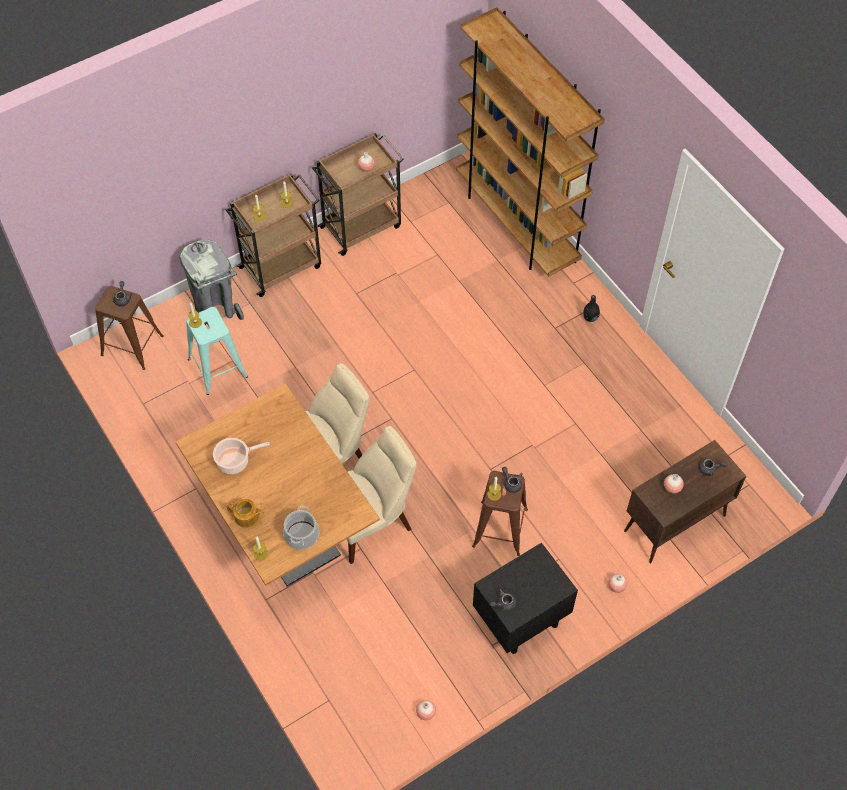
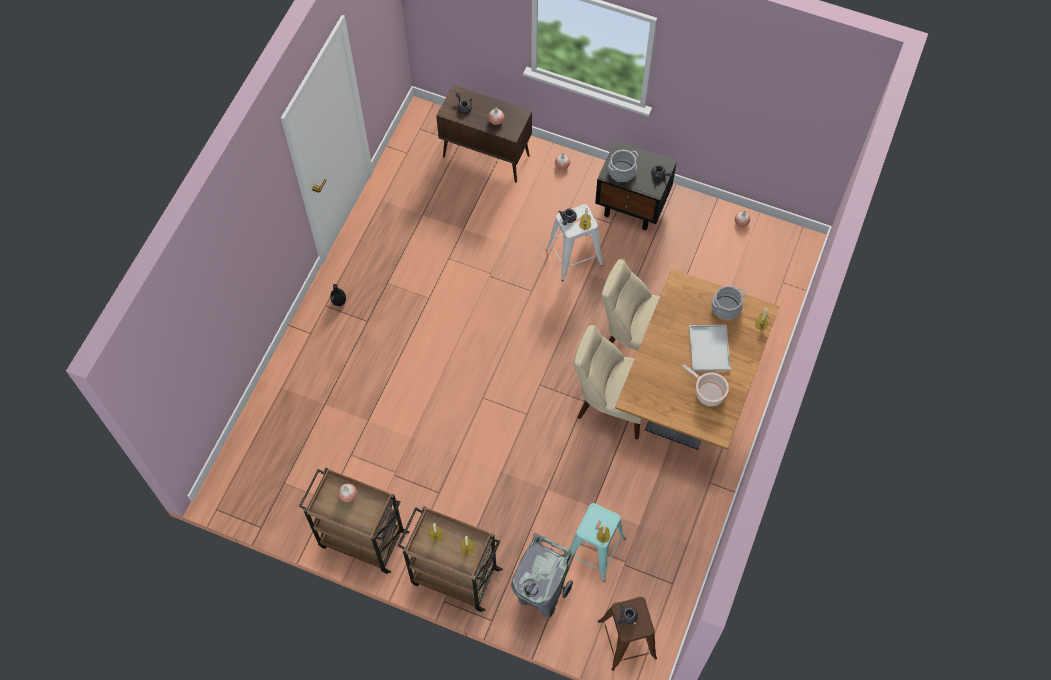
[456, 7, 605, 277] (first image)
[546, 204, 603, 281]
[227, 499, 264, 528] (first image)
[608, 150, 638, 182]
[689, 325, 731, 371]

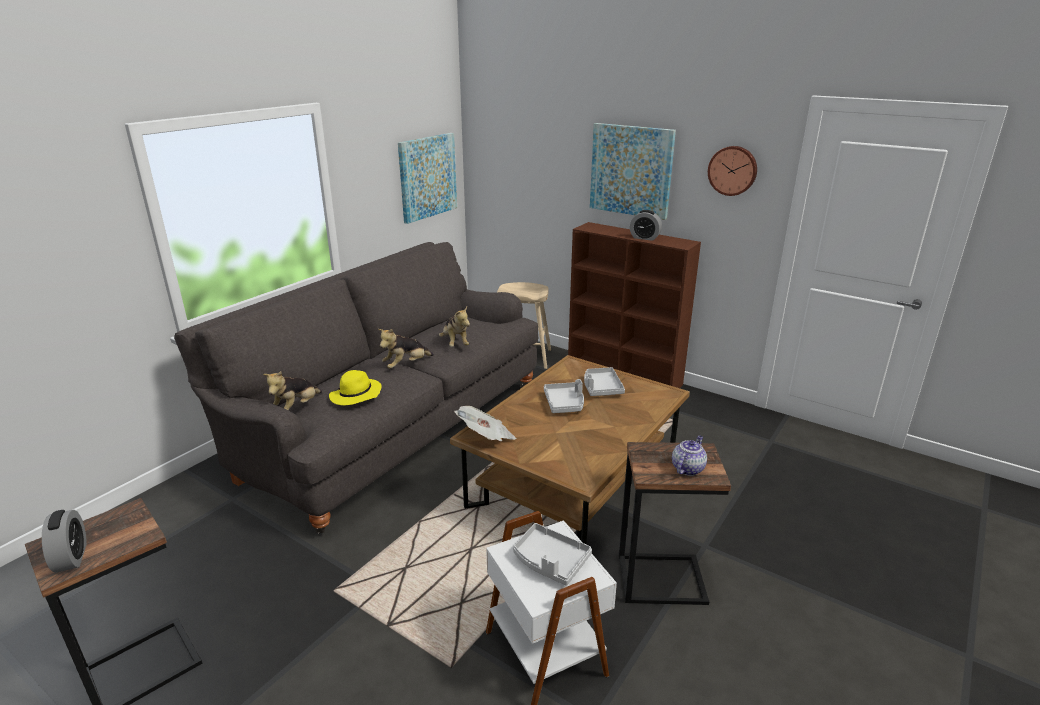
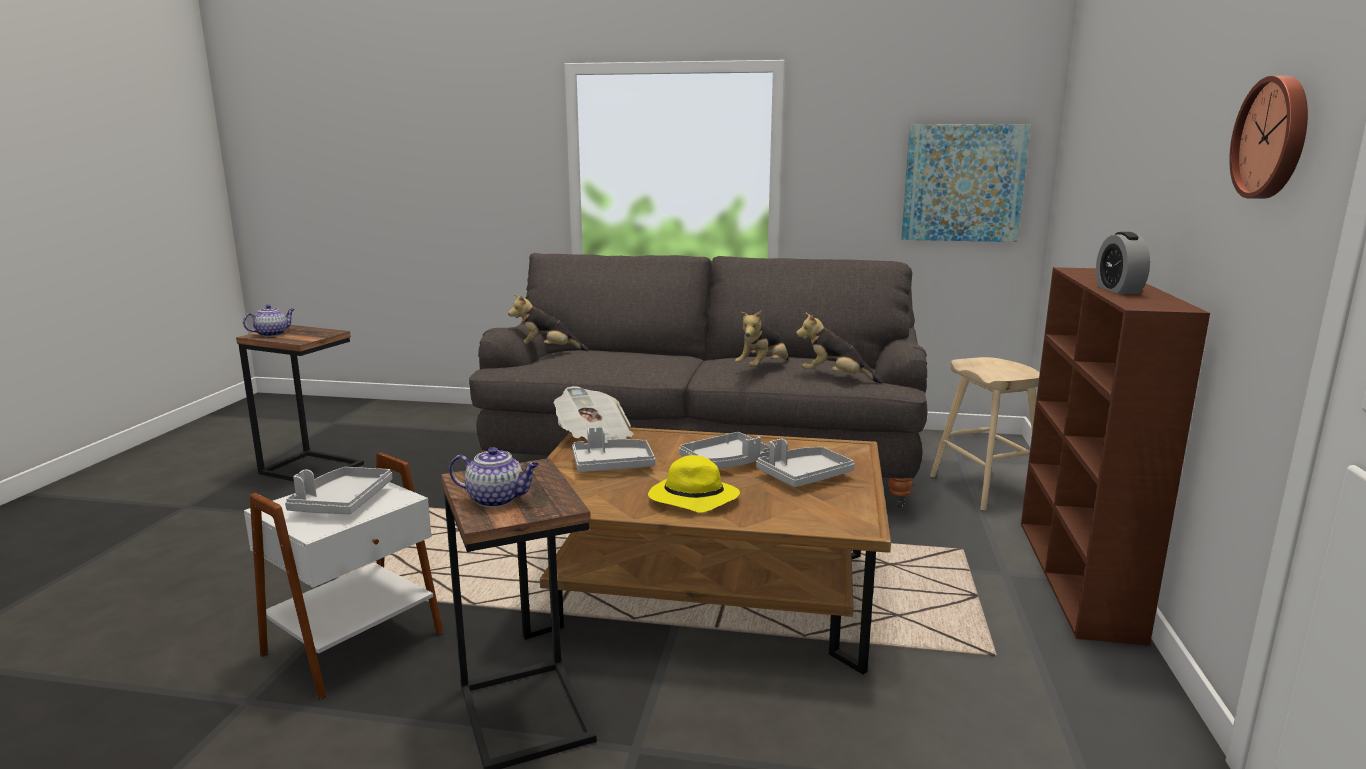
[590, 123, 676, 220] (first image)
[796, 312, 882, 383]
[648, 455, 740, 513]
[243, 305, 295, 337]
[572, 427, 655, 472]

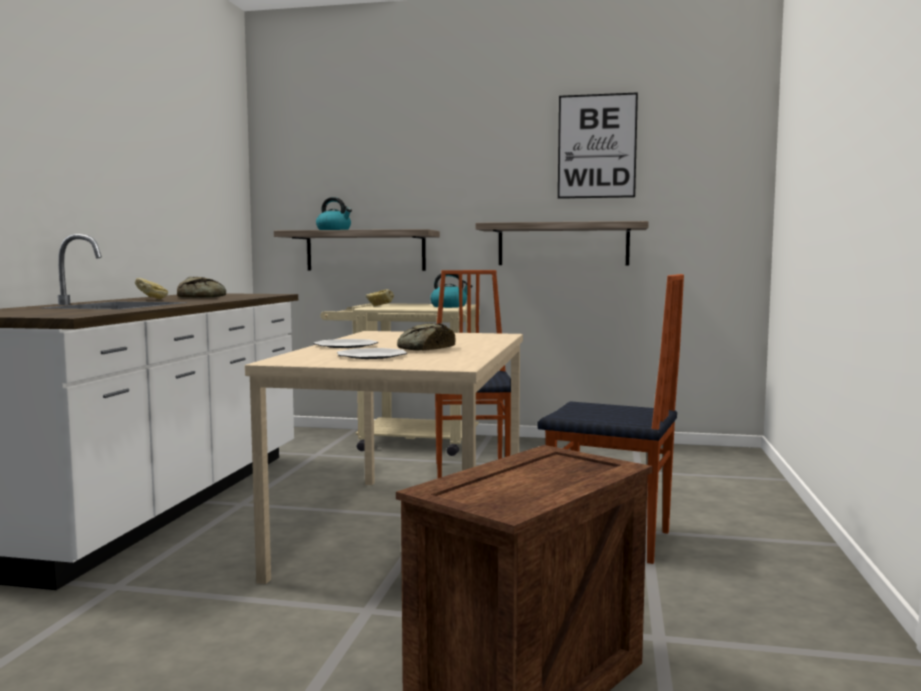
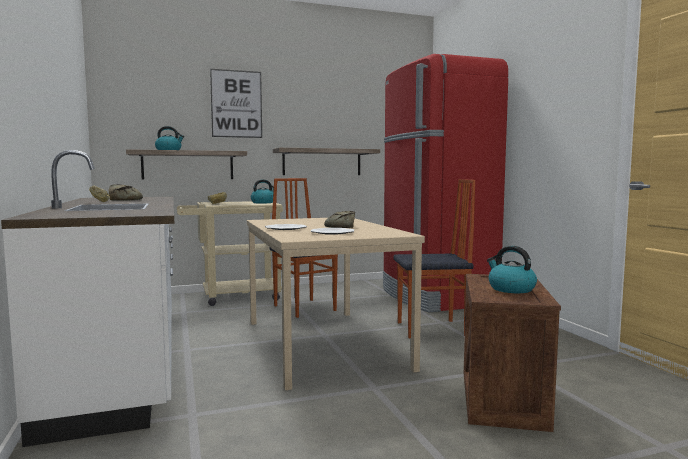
[210, 69, 262, 138]
[383, 54, 508, 312]
[487, 246, 537, 293]

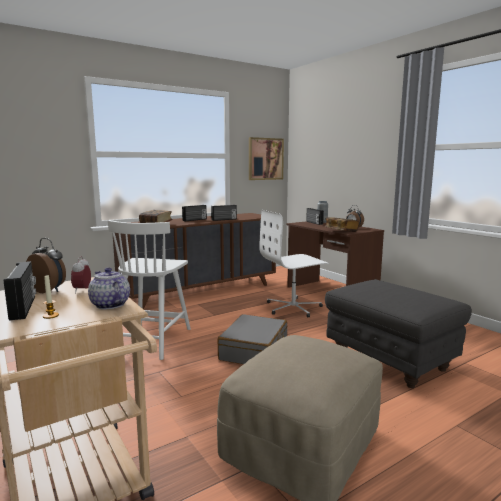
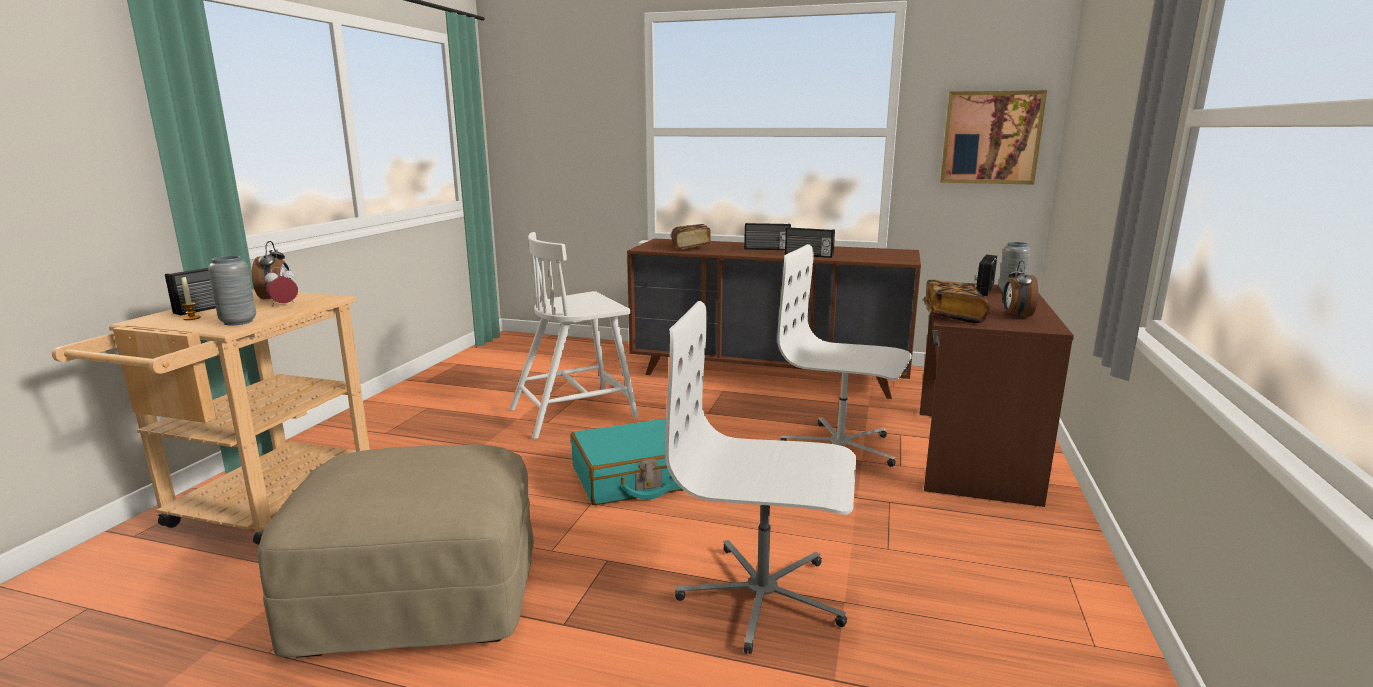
[208, 256, 256, 326]
[665, 301, 856, 654]
[571, 418, 683, 505]

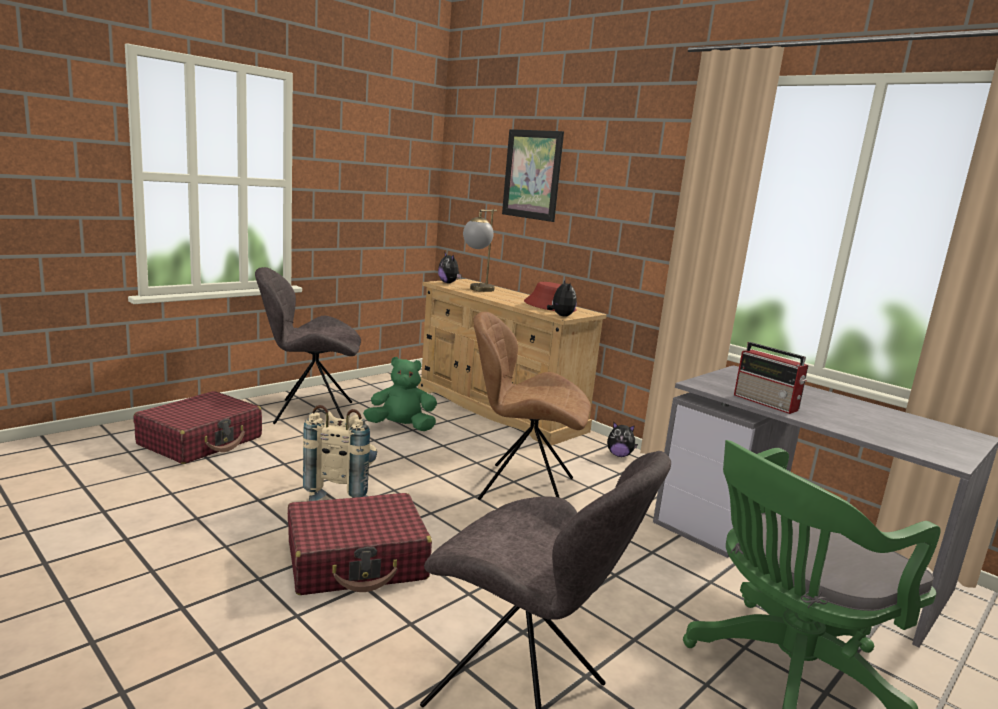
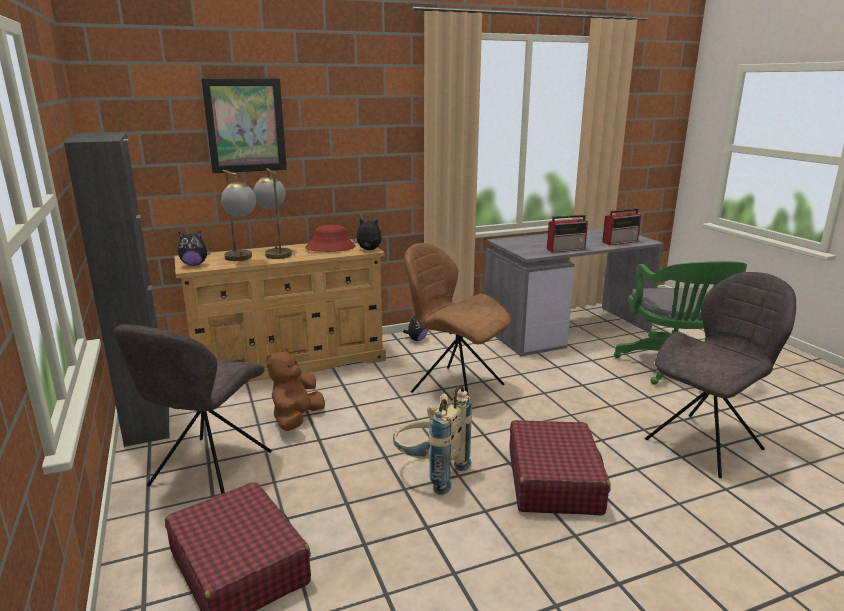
[404, 243, 511, 396]
[266, 347, 325, 431]
[64, 133, 170, 447]
[253, 168, 292, 259]
[602, 208, 641, 245]

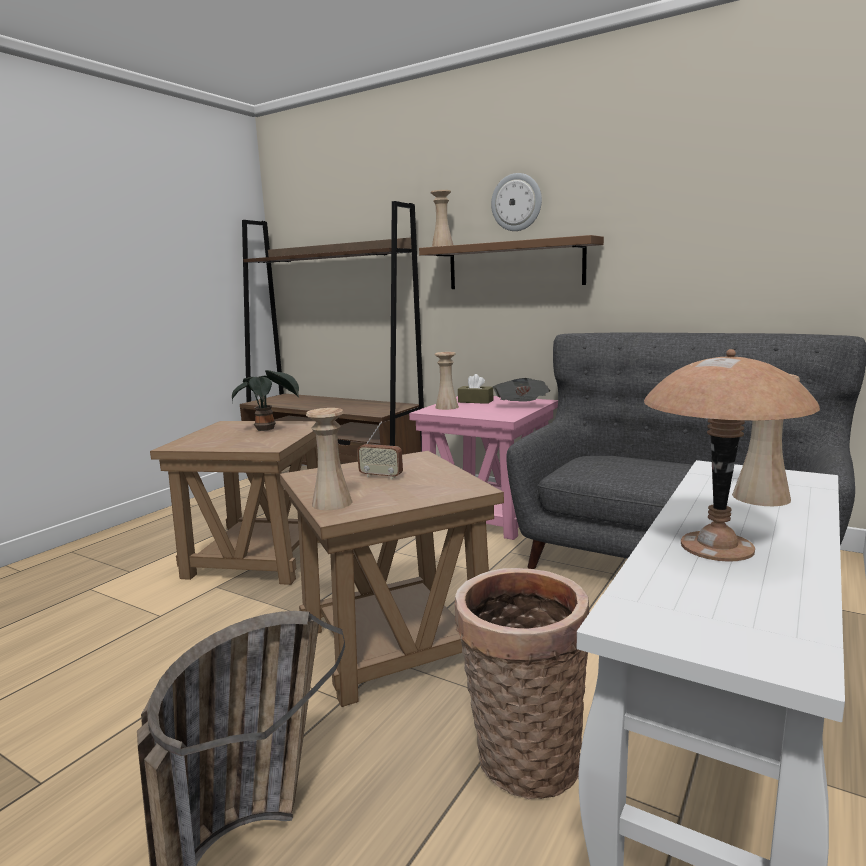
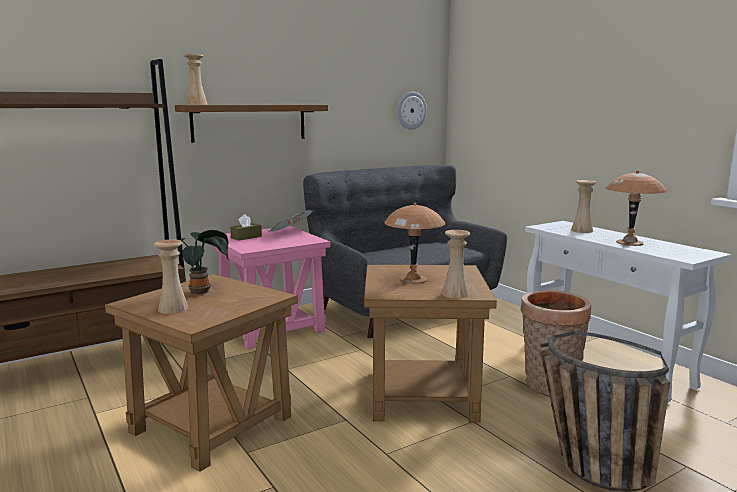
[397, 92, 427, 130]
[154, 240, 189, 314]
[384, 203, 445, 284]

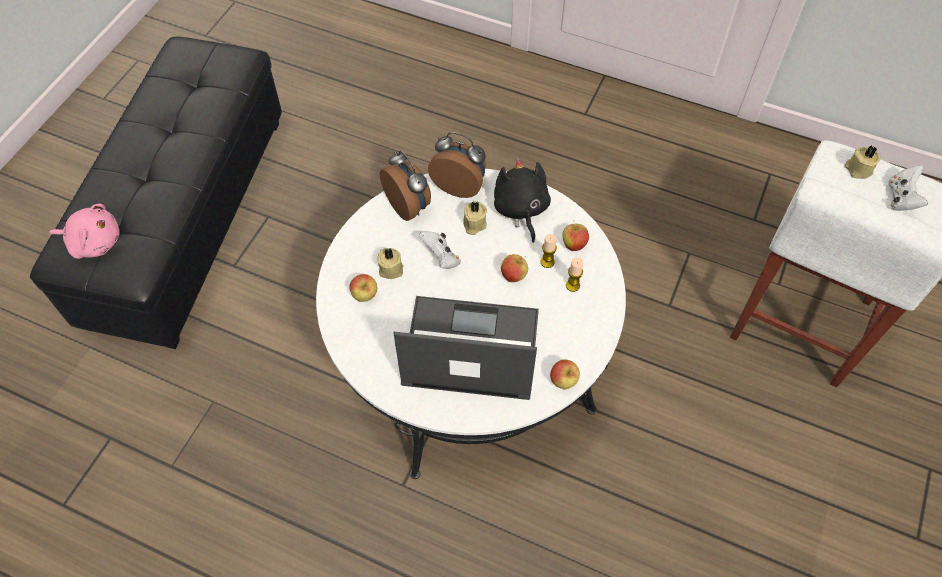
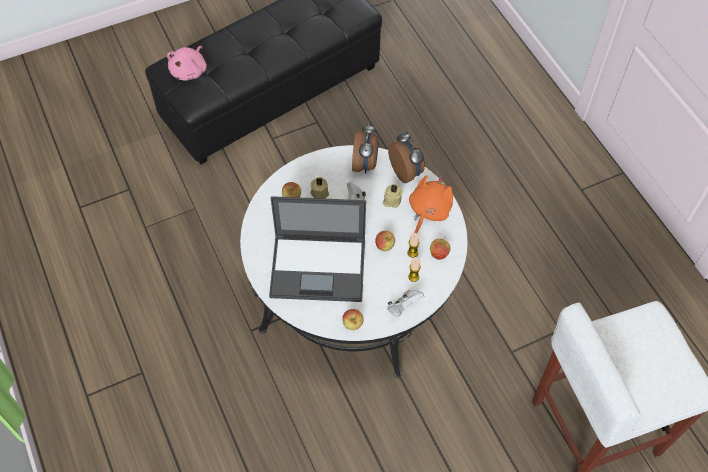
[845, 145, 881, 179] (first image)
[409, 175, 453, 233]
[387, 290, 424, 317]
[167, 46, 207, 81]
[269, 196, 366, 302]

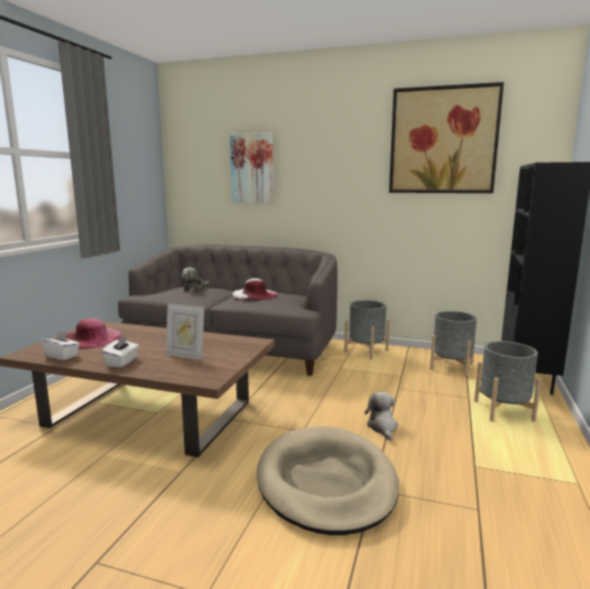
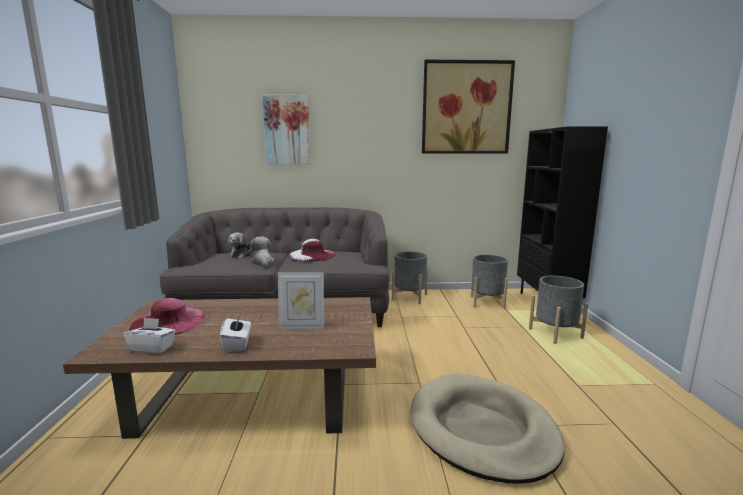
[248, 237, 274, 267]

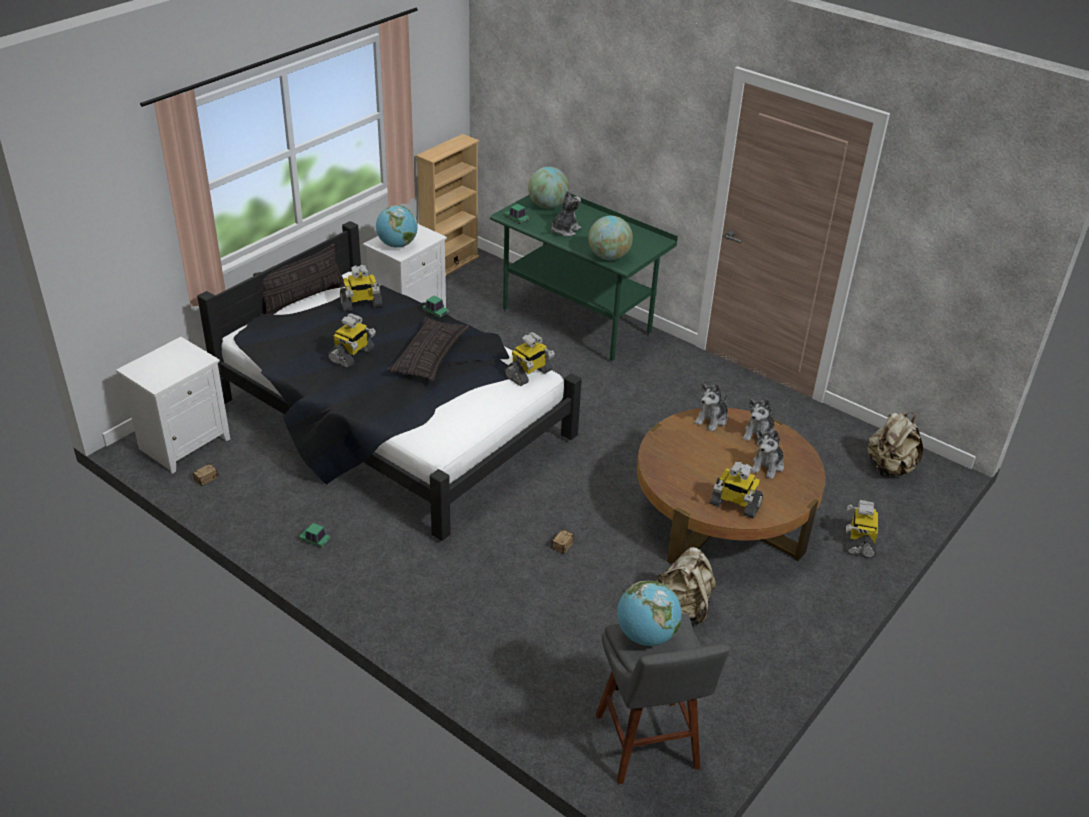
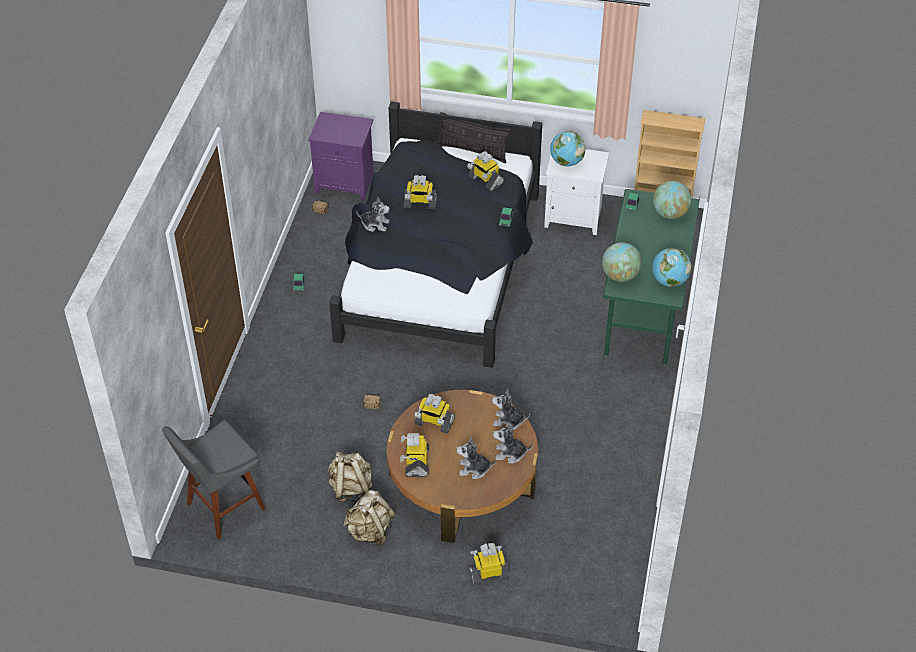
[356, 197, 390, 232]
[387, 317, 470, 382] (first image)
[414, 394, 455, 433]
[308, 112, 373, 201]
[343, 490, 396, 547]
[652, 248, 691, 287]

